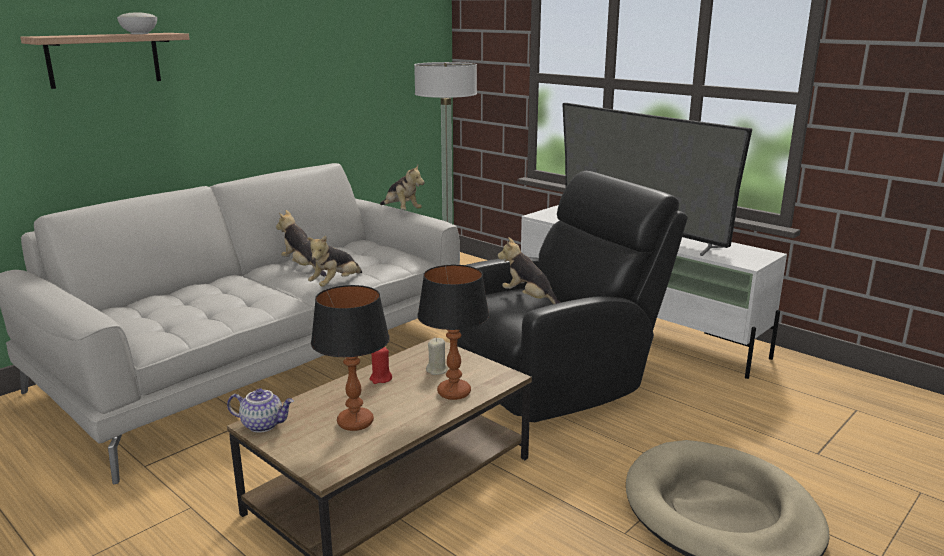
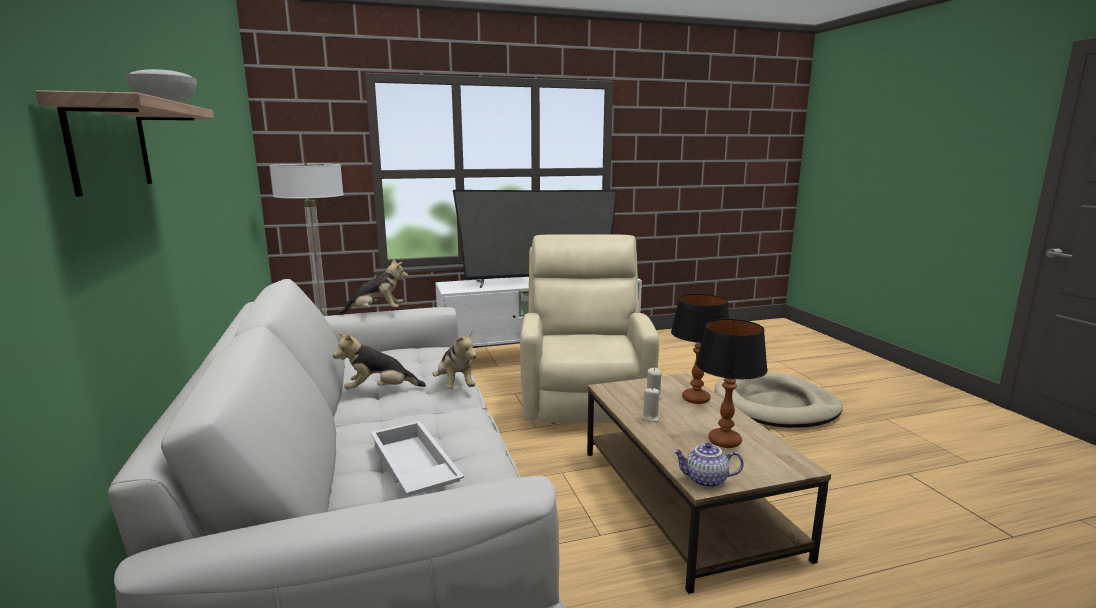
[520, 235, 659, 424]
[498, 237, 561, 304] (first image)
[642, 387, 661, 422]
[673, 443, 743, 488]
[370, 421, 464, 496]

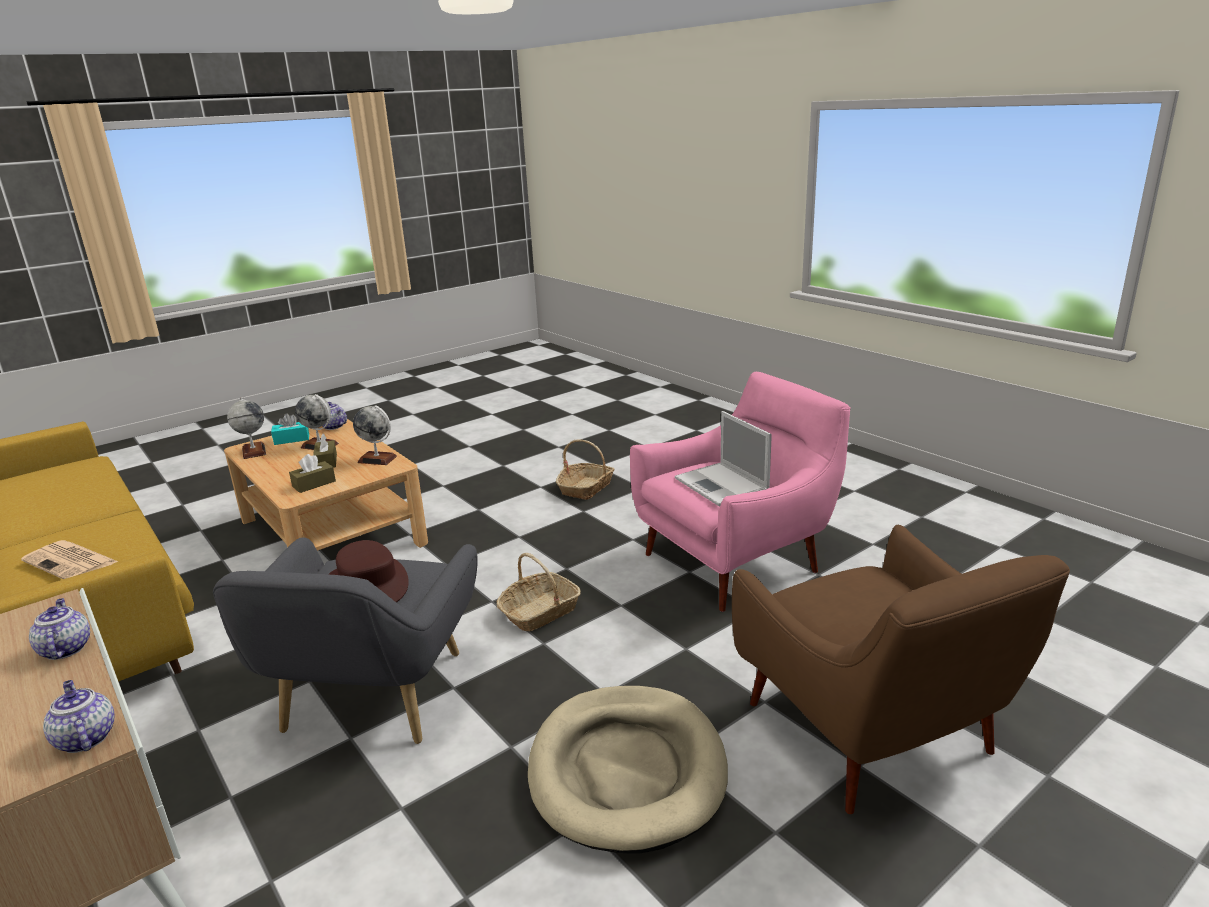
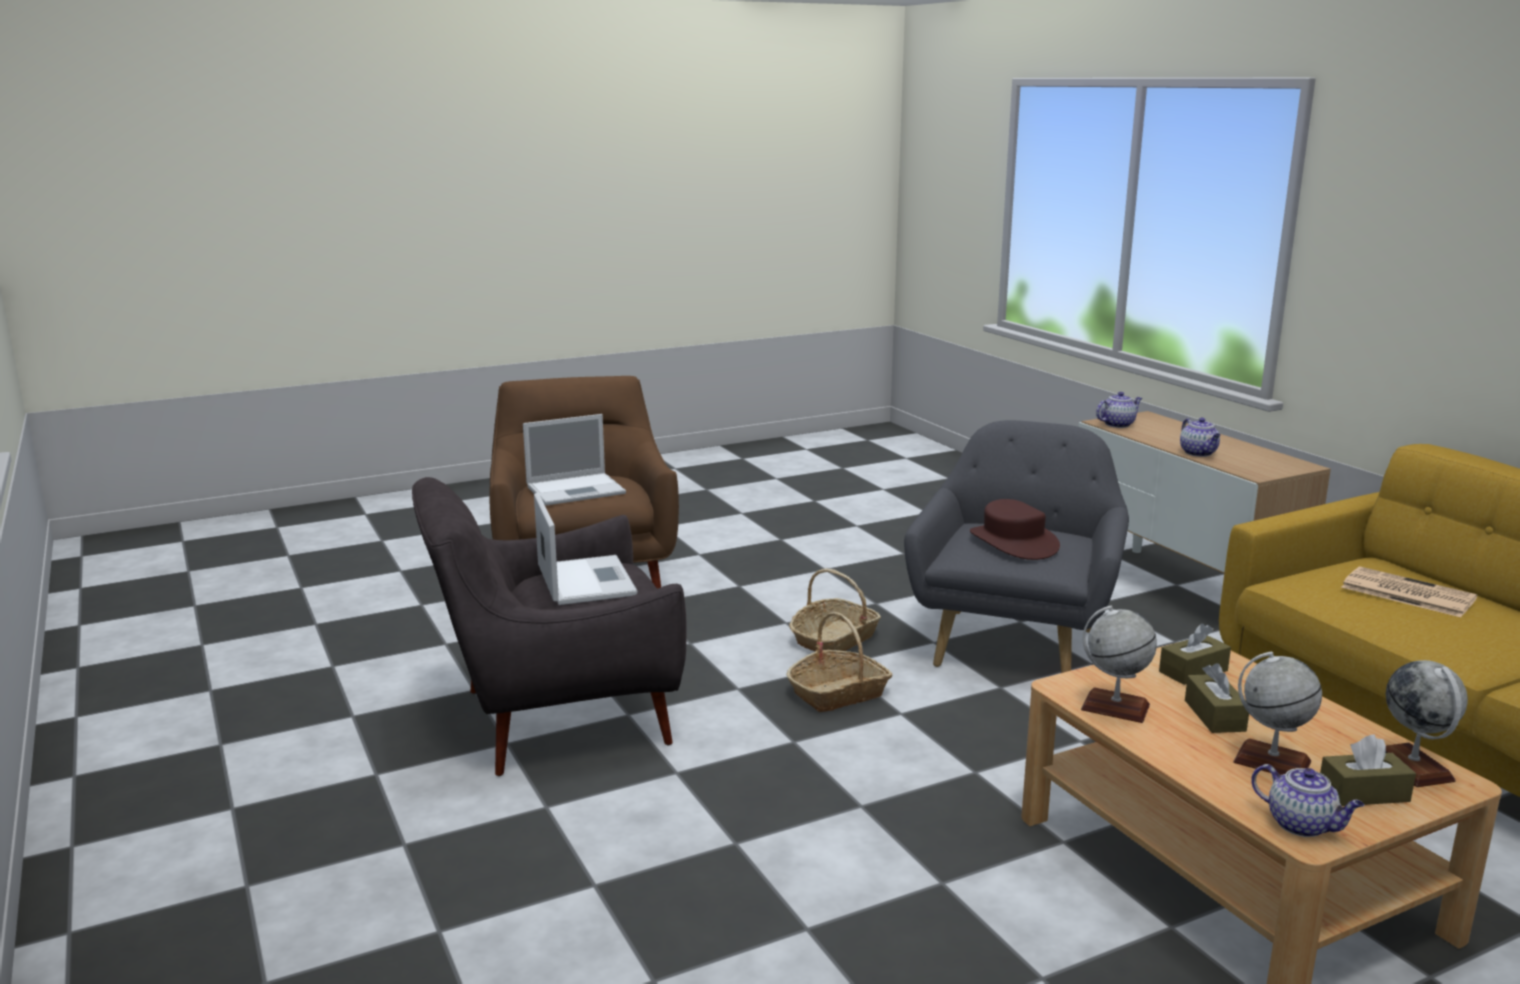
[412, 477, 687, 776]
[1320, 735, 1416, 806]
[789, 568, 881, 651]
[1096, 392, 1142, 428]
[528, 686, 728, 854] (first image)
[523, 414, 626, 505]

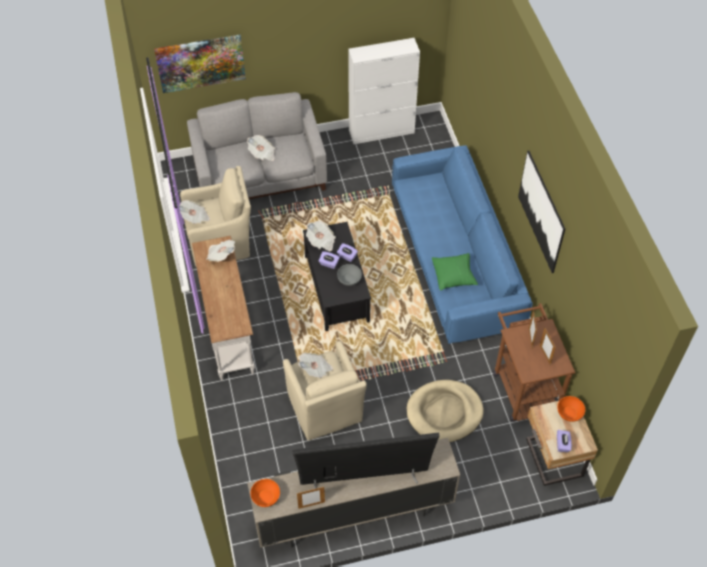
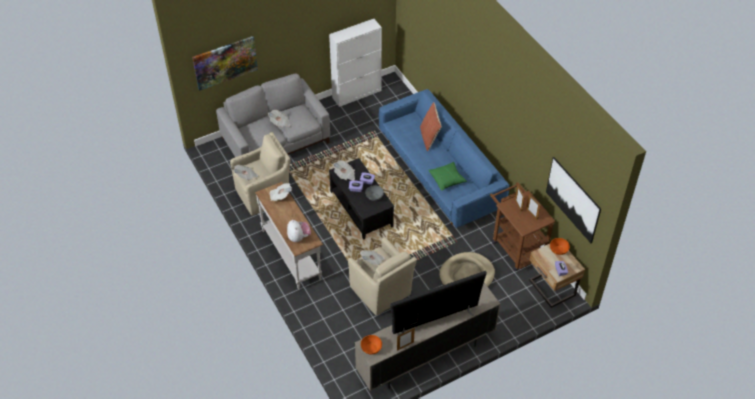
[546, 157, 601, 243]
[420, 102, 442, 151]
[287, 220, 311, 242]

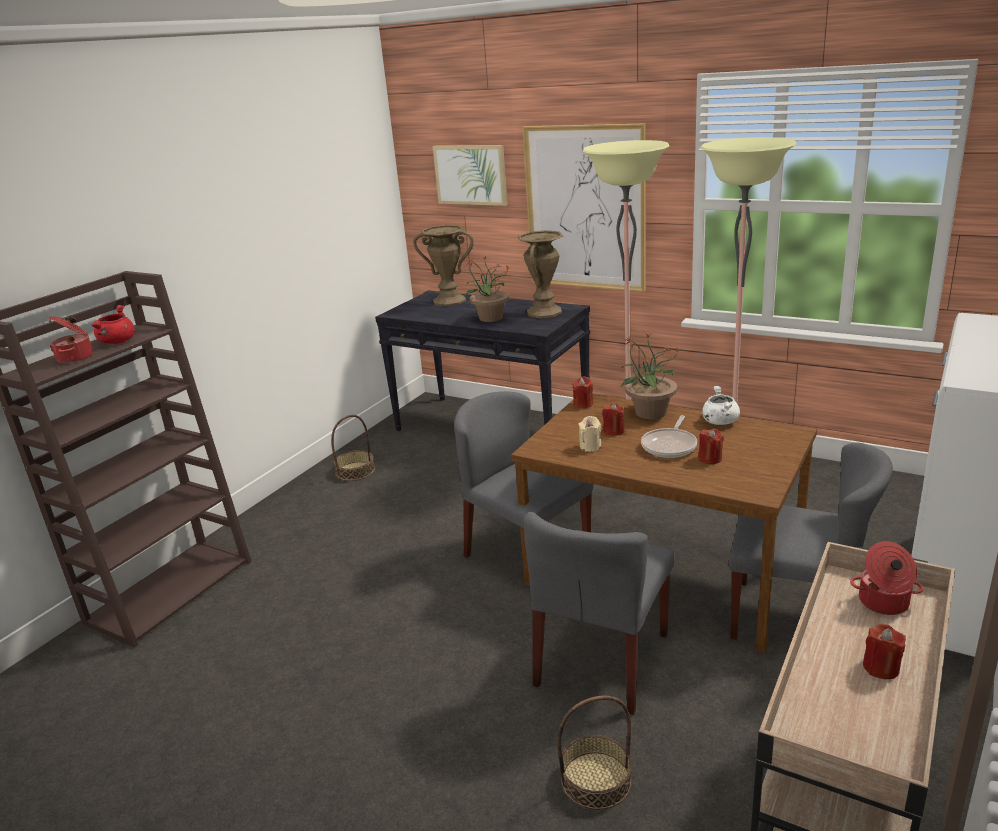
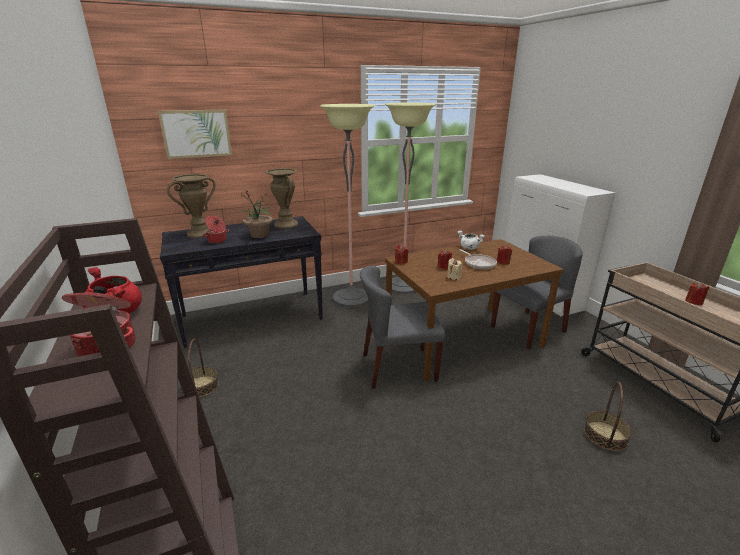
[522, 123, 646, 292] (first image)
[620, 332, 680, 419] (first image)
[524, 512, 675, 715] (first image)
[203, 216, 229, 243]

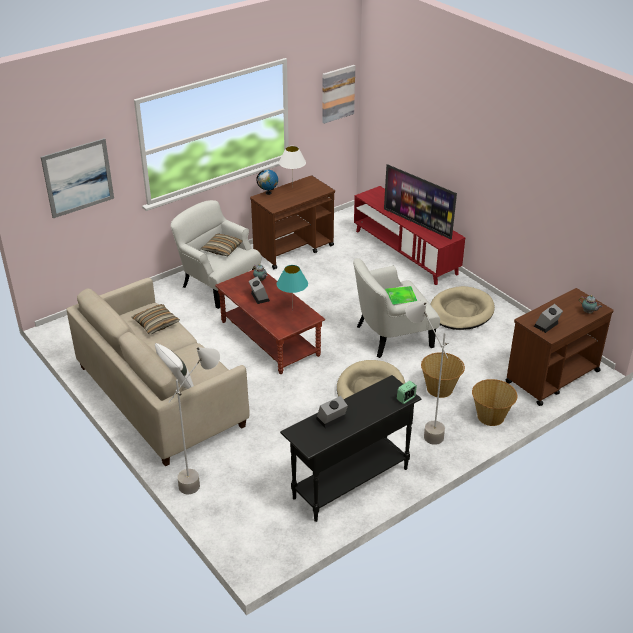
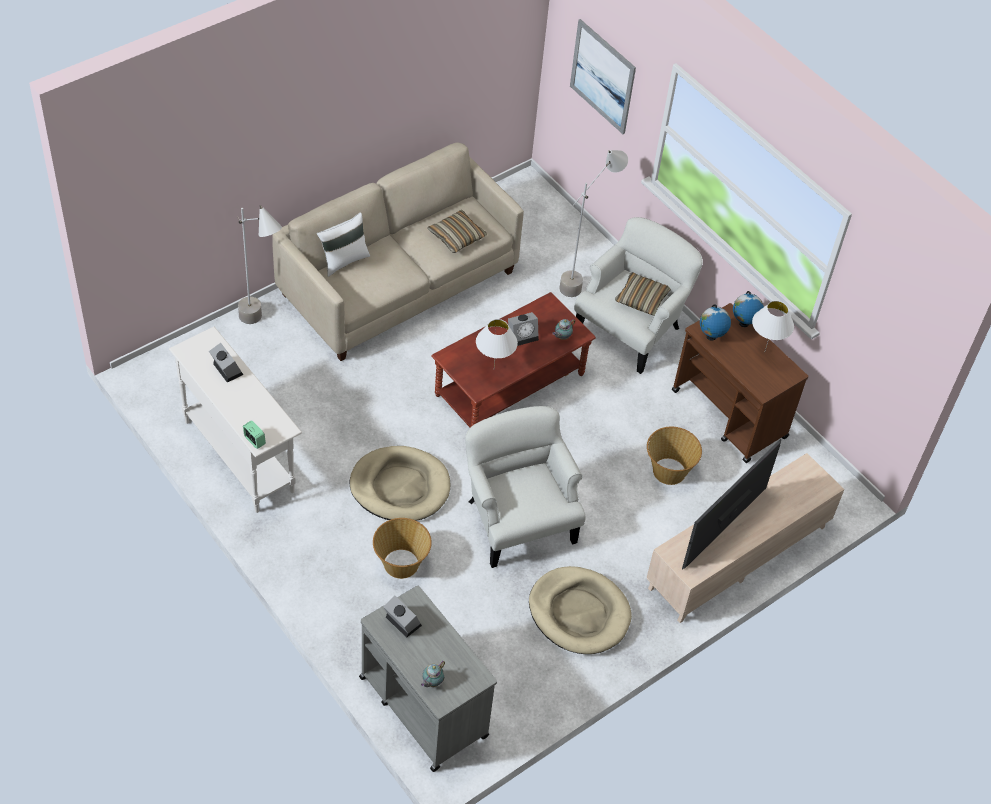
[322, 65, 355, 124] (first image)
[646, 453, 844, 623]
[476, 319, 518, 367]
[385, 286, 417, 306] (first image)
[359, 586, 497, 772]
[559, 150, 628, 297]
[169, 327, 302, 513]
[647, 427, 702, 485]
[700, 304, 731, 341]

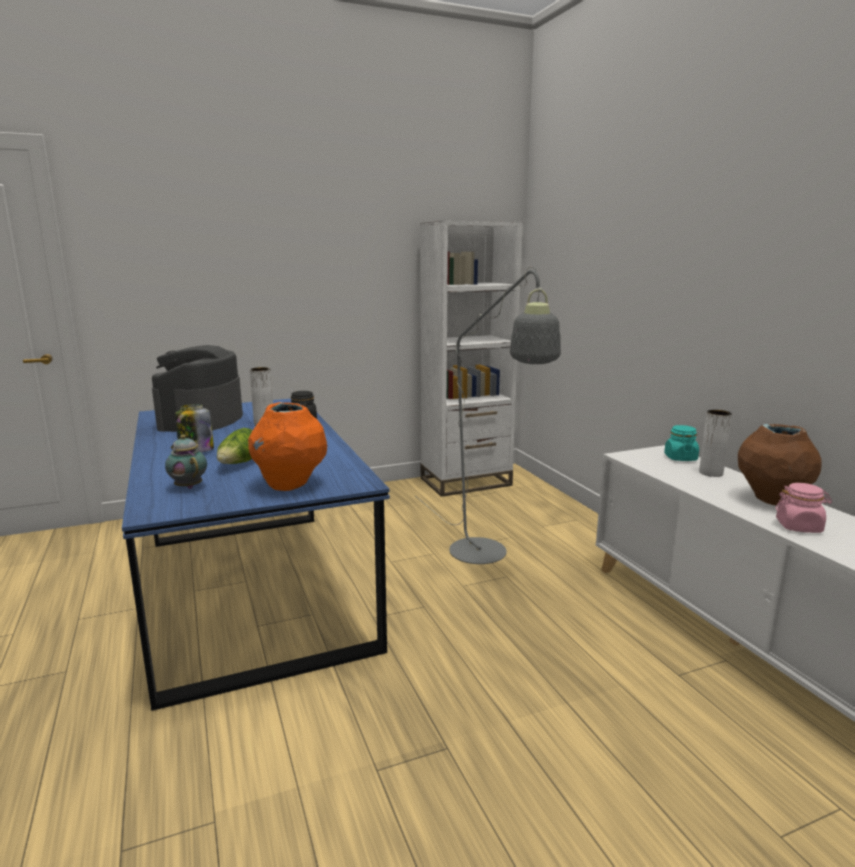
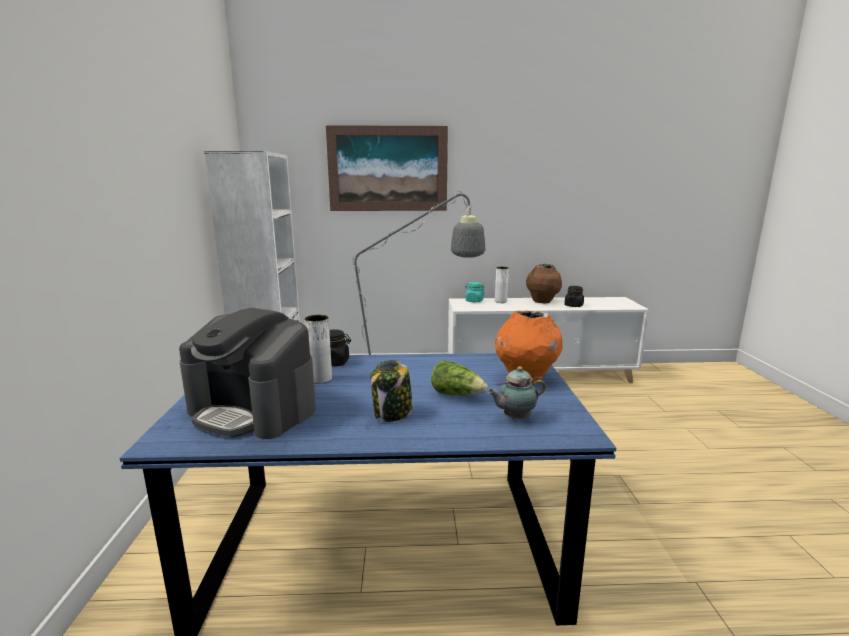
[564, 286, 584, 307]
[326, 125, 448, 211]

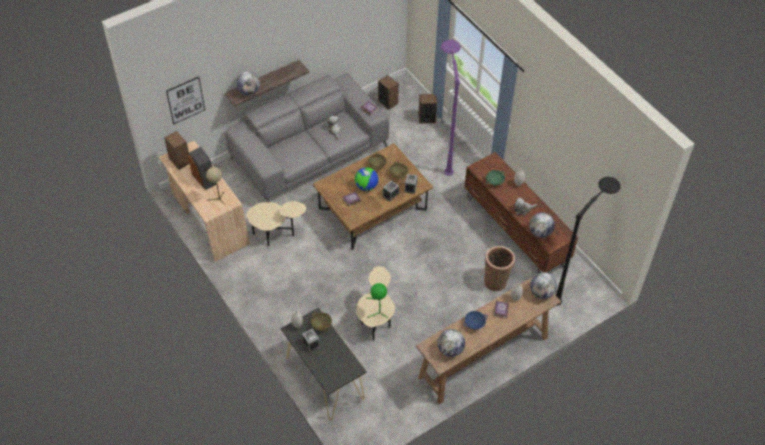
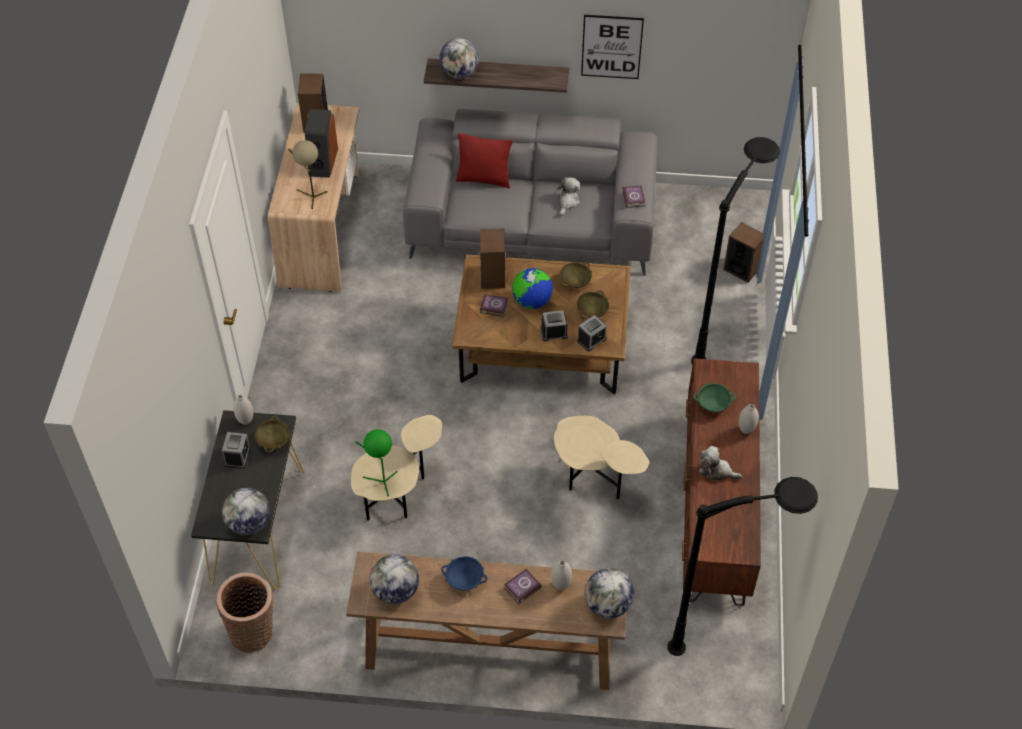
[691, 137, 780, 365]
[480, 229, 505, 289]
[581, 15, 644, 79]
[554, 416, 649, 499]
[222, 488, 270, 535]
[216, 572, 274, 653]
[456, 133, 513, 188]

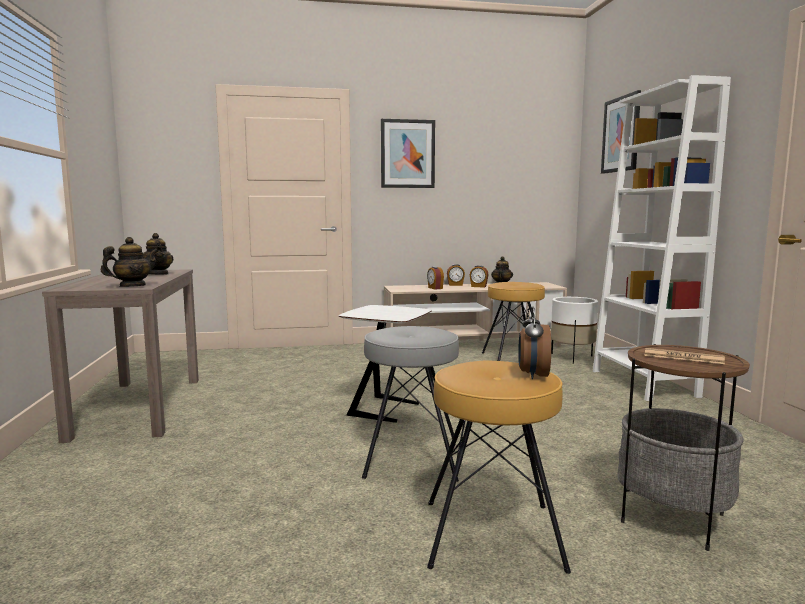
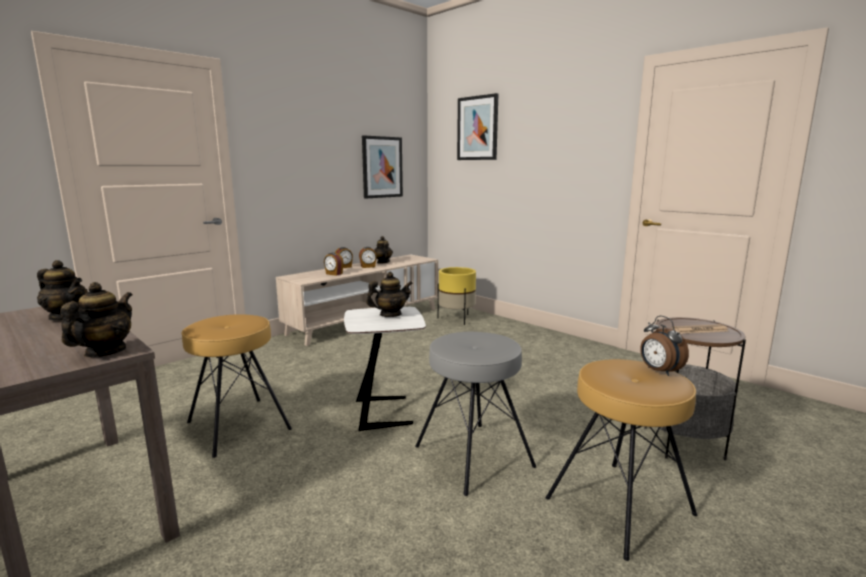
[593, 75, 731, 401] (first image)
[362, 135, 403, 199]
[181, 314, 292, 458]
[438, 267, 476, 325]
[366, 272, 413, 317]

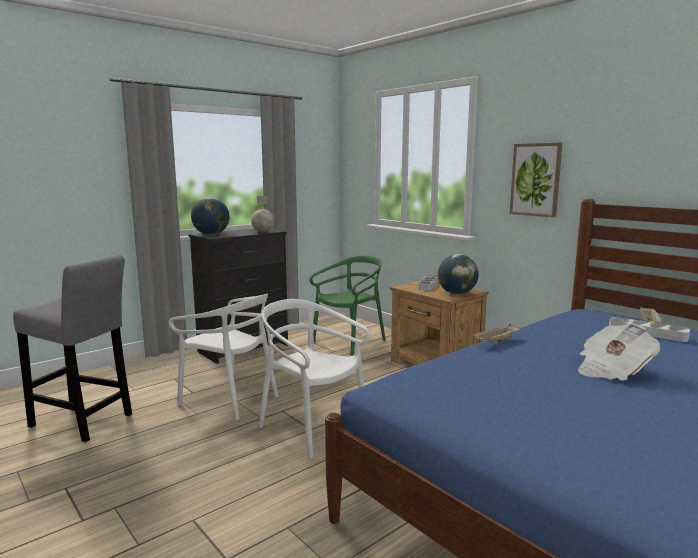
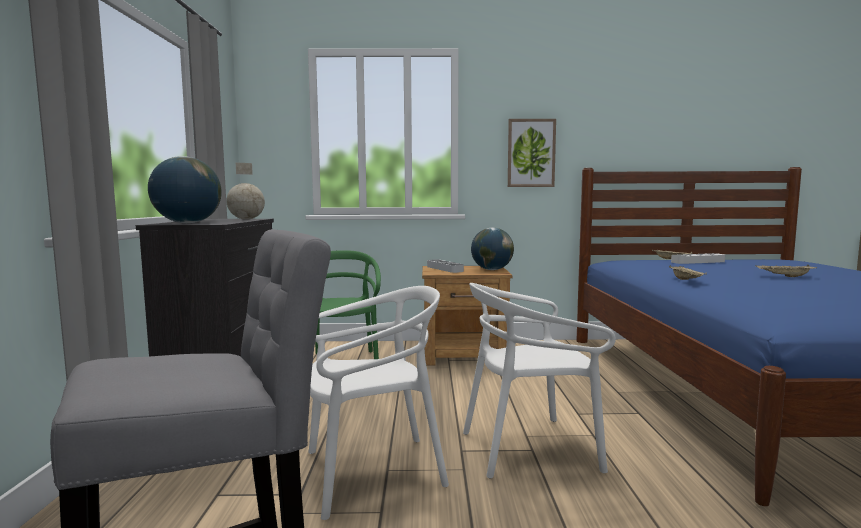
[756, 265, 817, 277]

